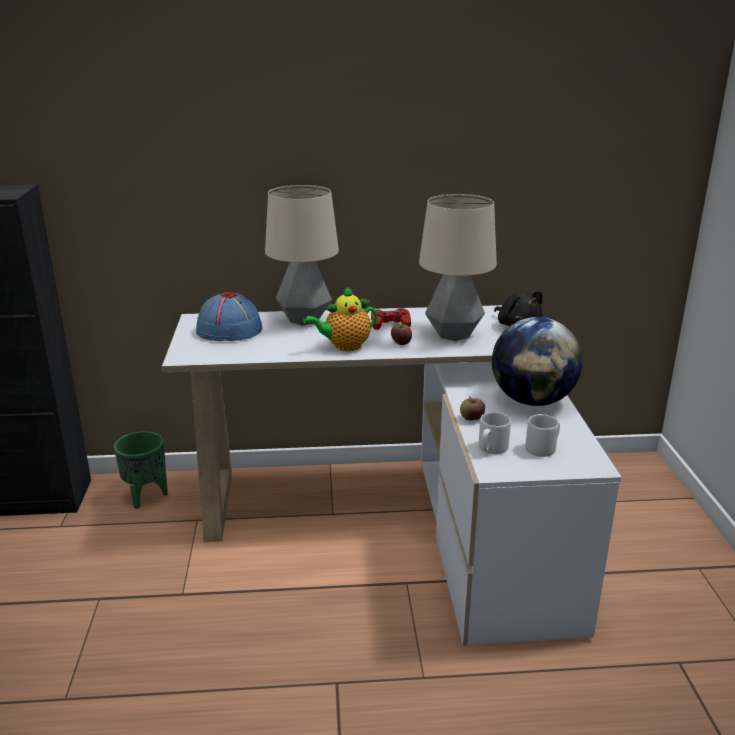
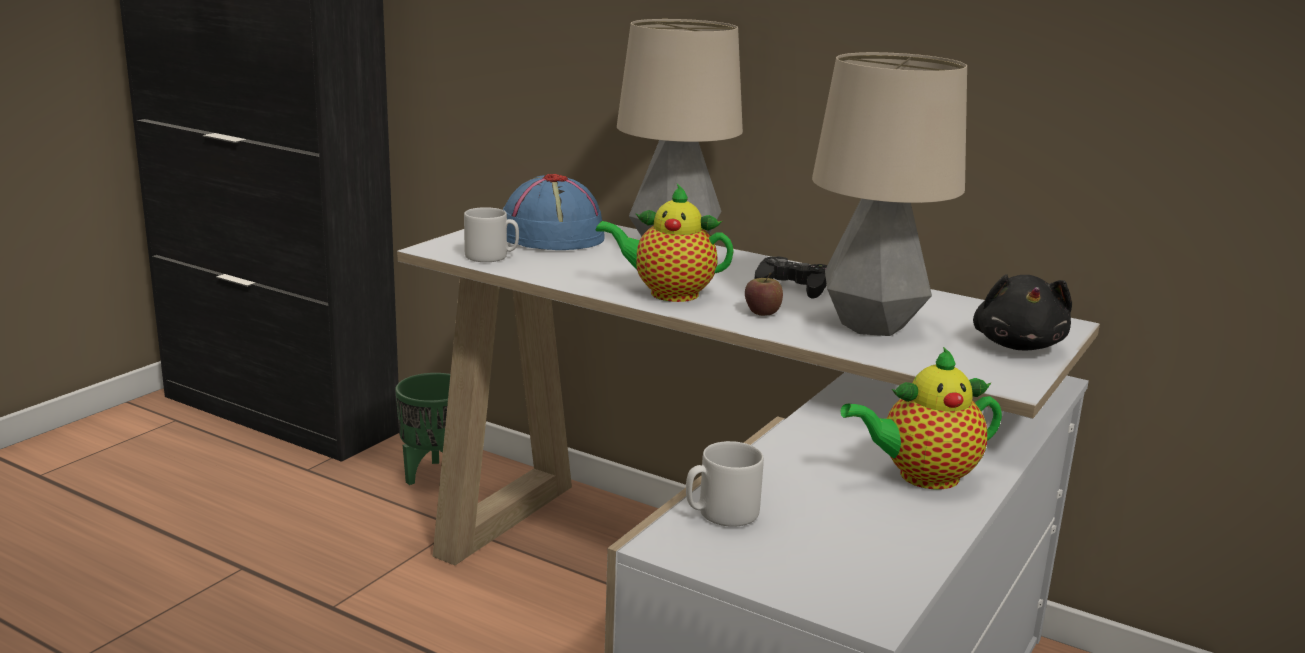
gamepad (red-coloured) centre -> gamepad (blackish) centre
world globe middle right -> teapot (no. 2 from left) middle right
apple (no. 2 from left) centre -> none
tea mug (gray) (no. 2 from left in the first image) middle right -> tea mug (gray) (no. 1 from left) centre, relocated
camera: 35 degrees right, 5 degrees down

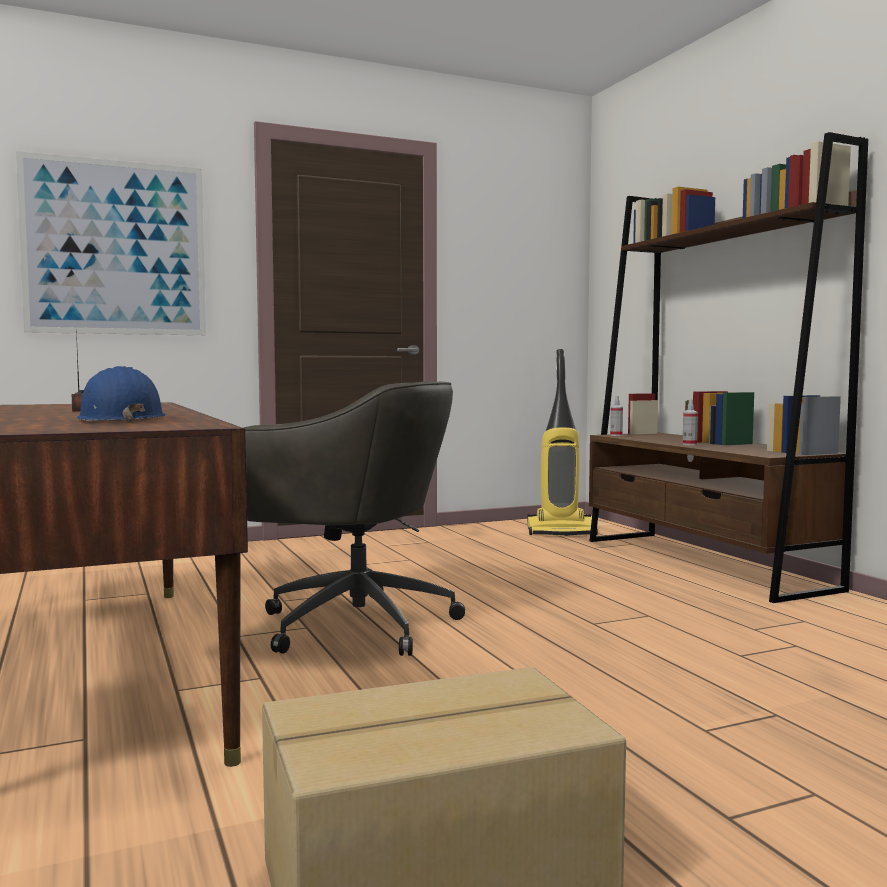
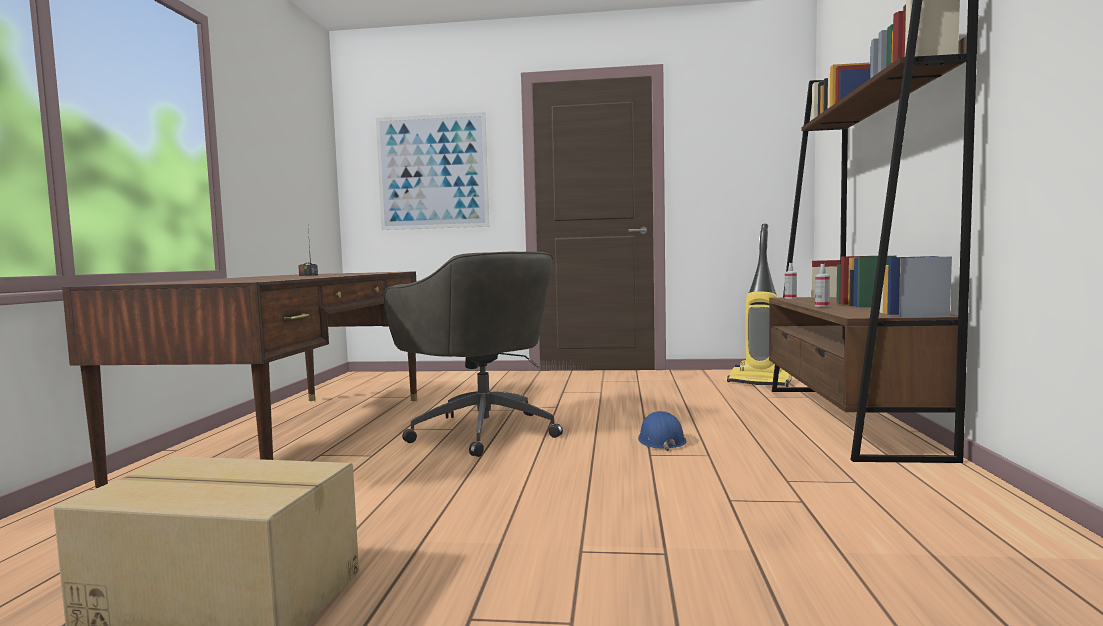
hard hat (blue) middle left -> hard hat (blue) bottom centre, relocated
camera: 30 degrees right, 0 degrees up

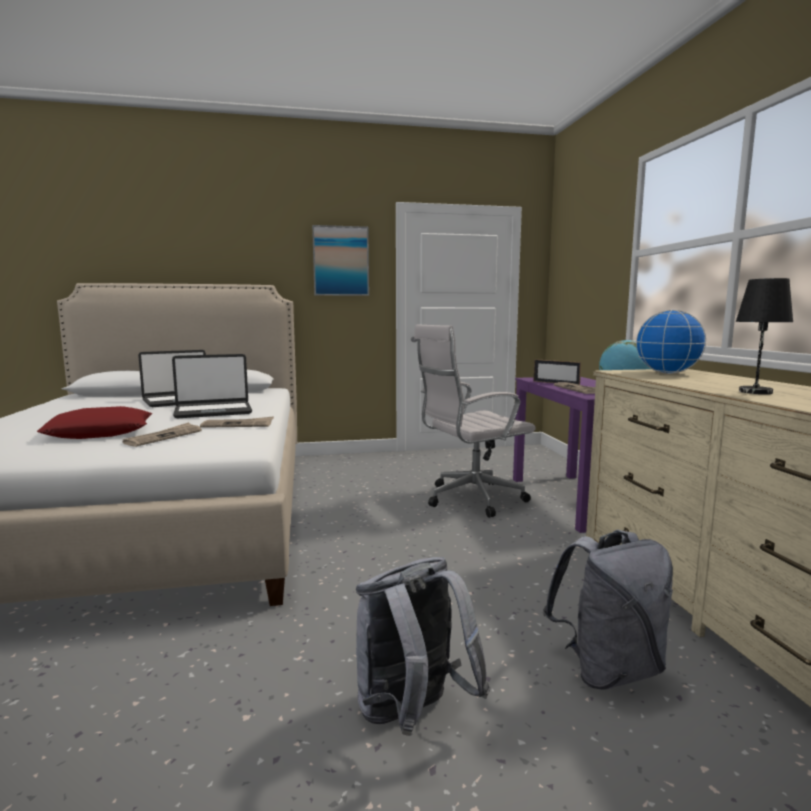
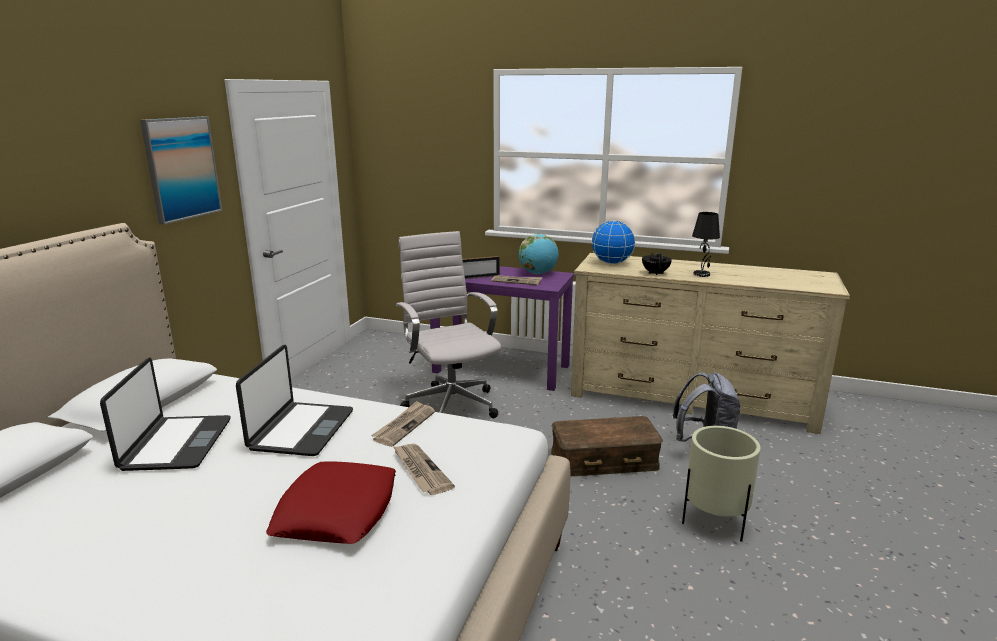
computer chair (white) centre, 150 degrees clockwise
rucksack (gray) (no. 1 from left) bottom centre -> plant pot (sand-coloured) bottom right
none -> teapot (blackish) centre
none -> storage container (brown-coloured) bottom centre
camera: 60 degrees left, 10 degrees up

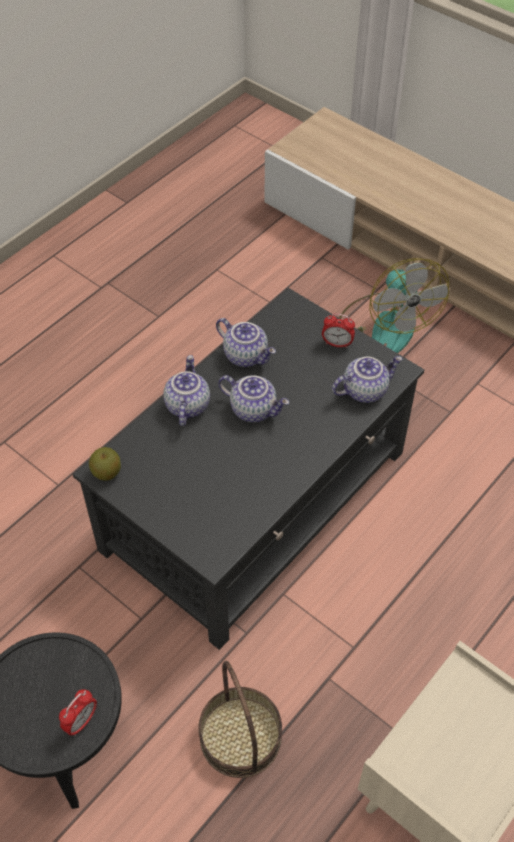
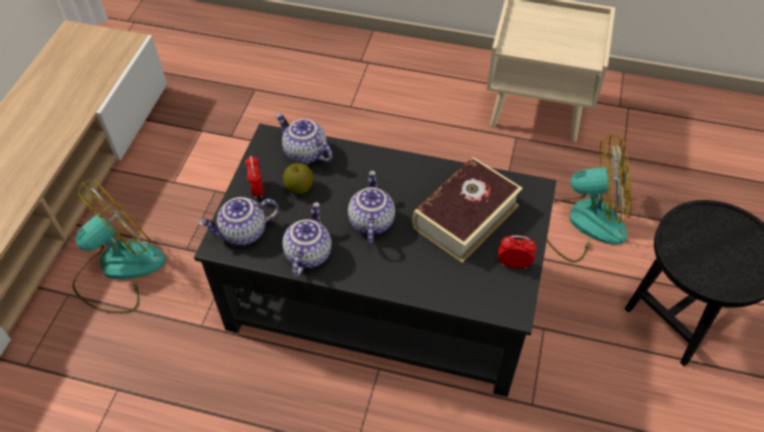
teapot (no. 1 from left) centre -> teapot (no. 1 from left) middle left, relocated
apple middle left -> apple centre, relocated
basket bottom centre -> fan (no. 2 from left) middle right
alarm clock (no. 1 from left in the first image) bottom left -> alarm clock (no. 2 from left) middle right, relocated
none -> bound book centre
camera: 115 degrees left, 0 degrees up

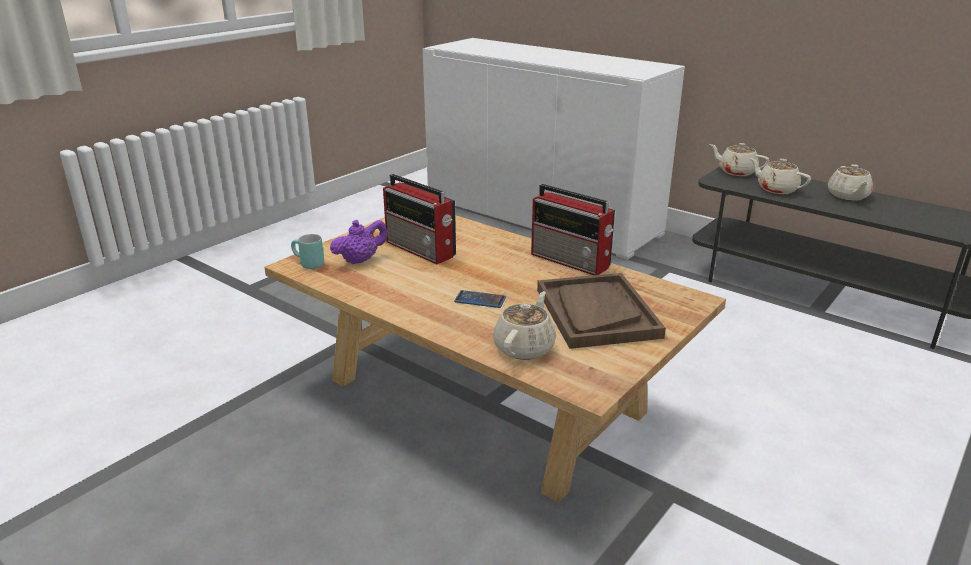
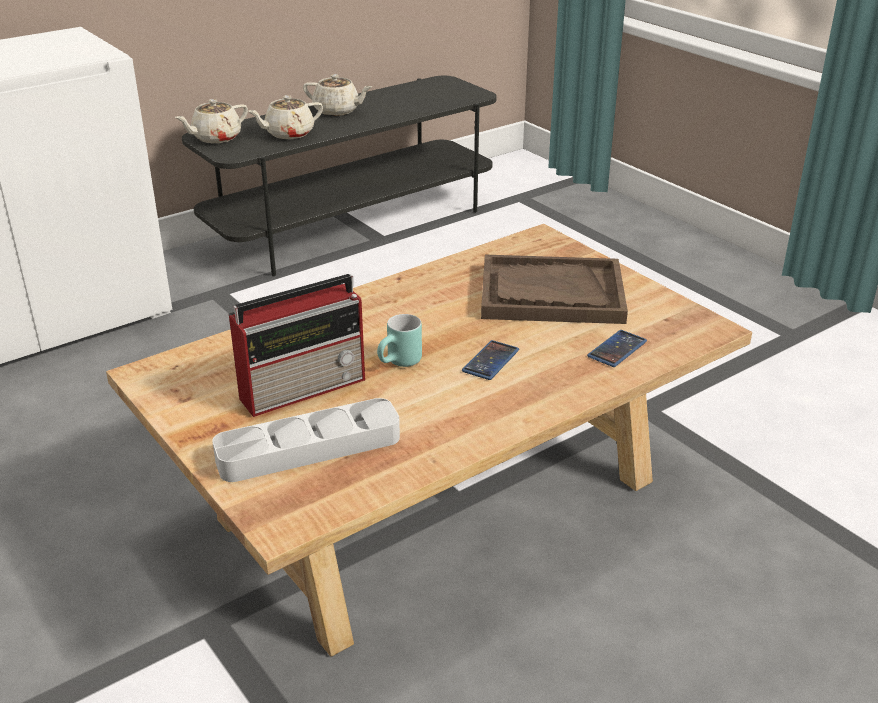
radio (no. 2 from left) centre -> none
teapot (purplish) centre -> tray (gray) centre
tea mug (turquoise) middle left -> tea mug (turquoise) centre, relocated
teapot (sand-coloured) (no. 1 from left) centre -> handset (no. 2 from left) middle right
camera: 75 degrees left, 5 degrees up

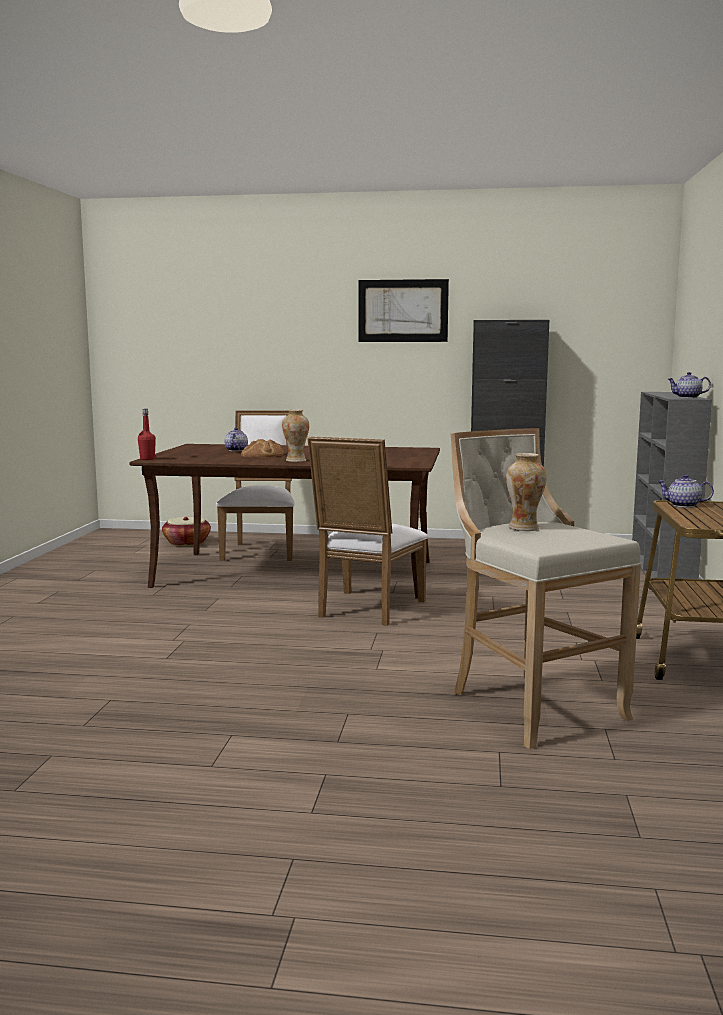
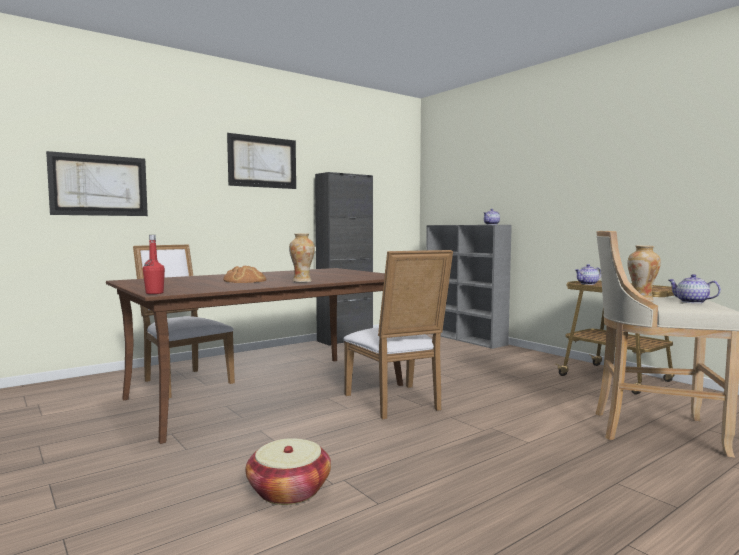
teapot (no. 1 from left in the first image) middle left -> teapot (no. 3 from left) middle right, relocated
basket middle left -> basket bottom centre, relocated
none -> wall art (no. 1 from left) top left
camera: 45 degrees left, 5 degrees down

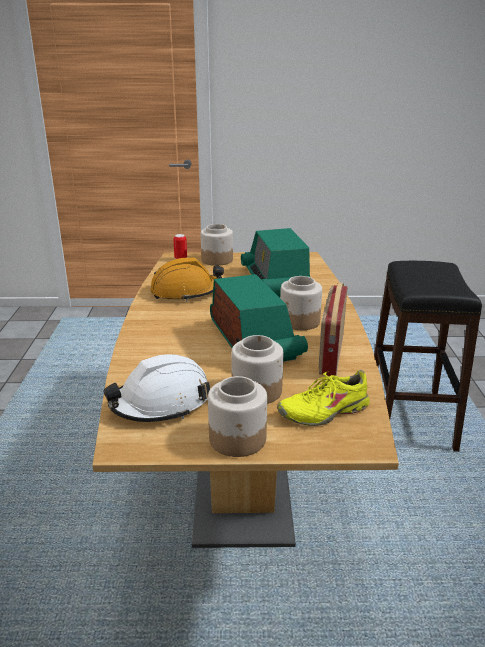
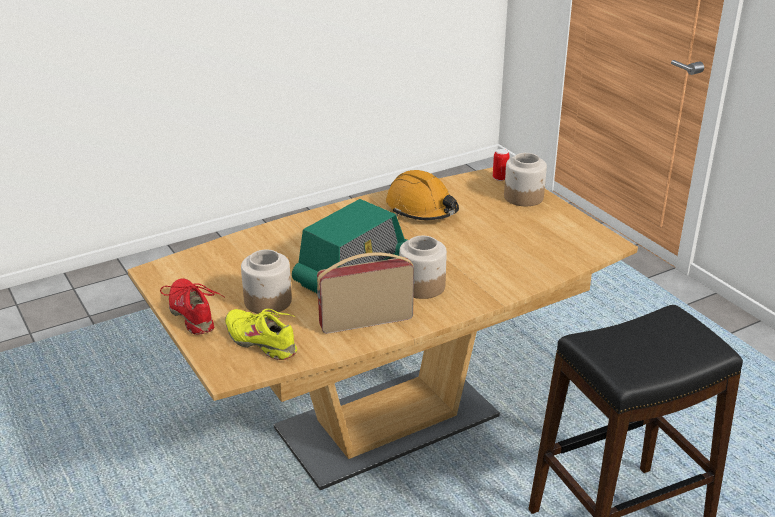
radio (no. 2 from left) centre -> none
hard hat (white) middle left -> none
jar (no. 2 from left) centre -> item of footwear (red-coloured) middle left
camera: 60 degrees right, 5 degrees up

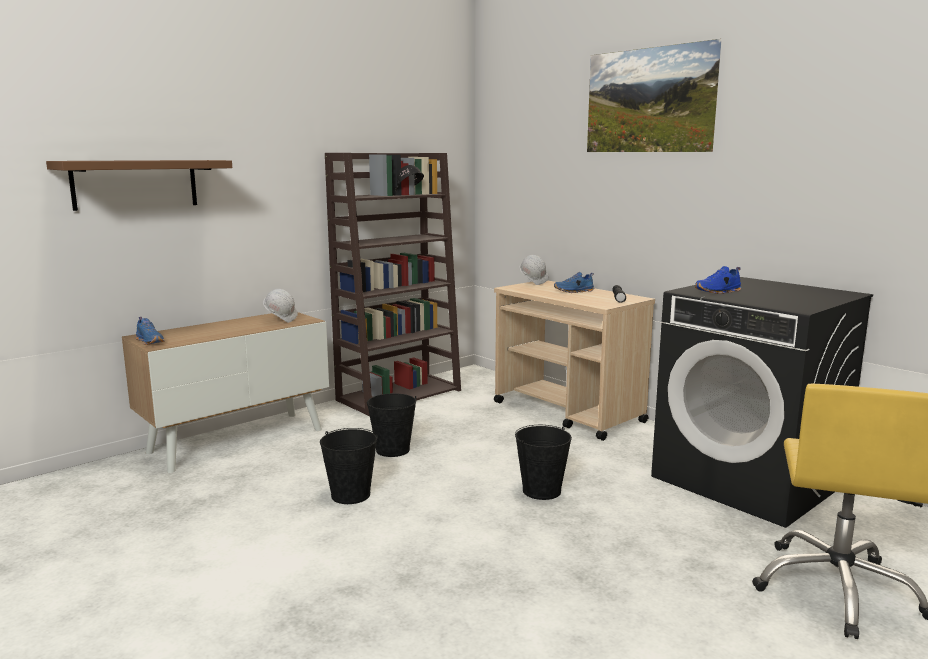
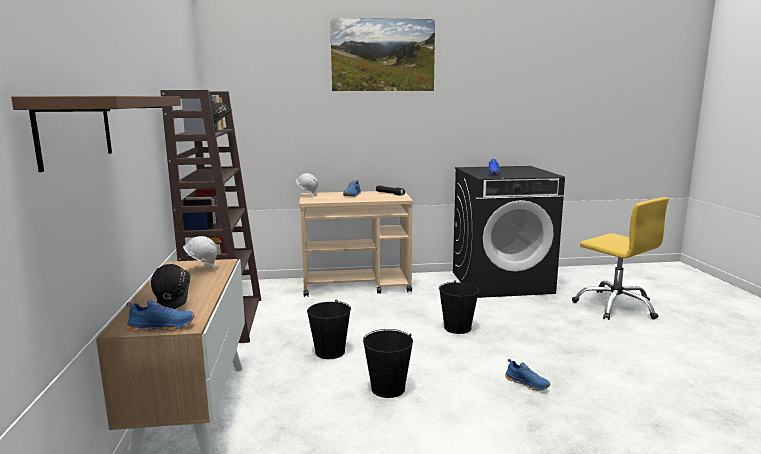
none -> hard hat (blackish) (no. 1 from left) middle left
none -> item of footwear (blue) (no. 4 from left) bottom right
camera: 55 degrees left, 0 degrees up

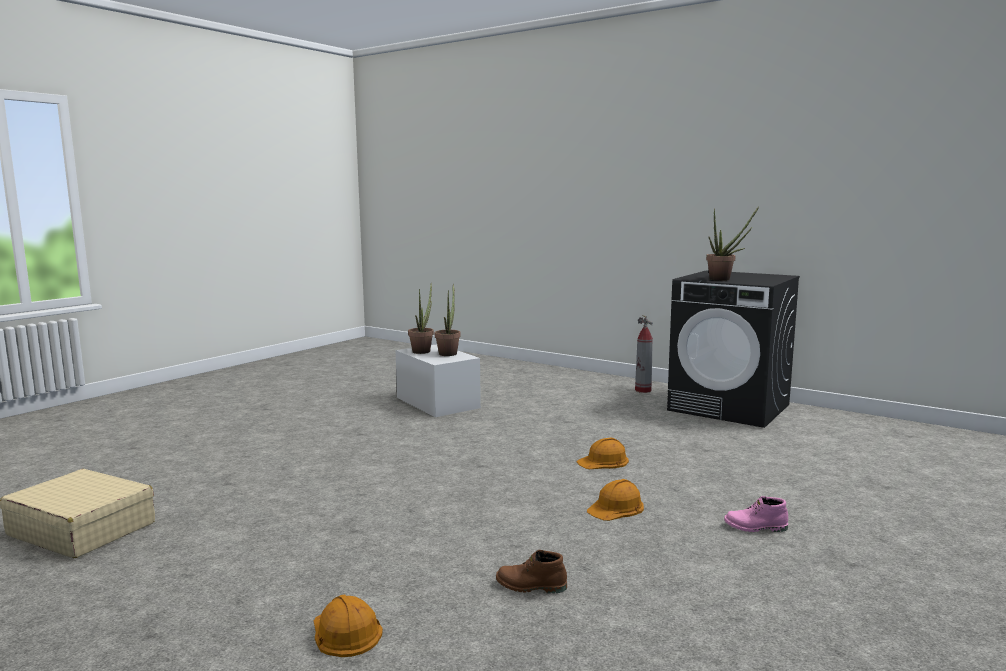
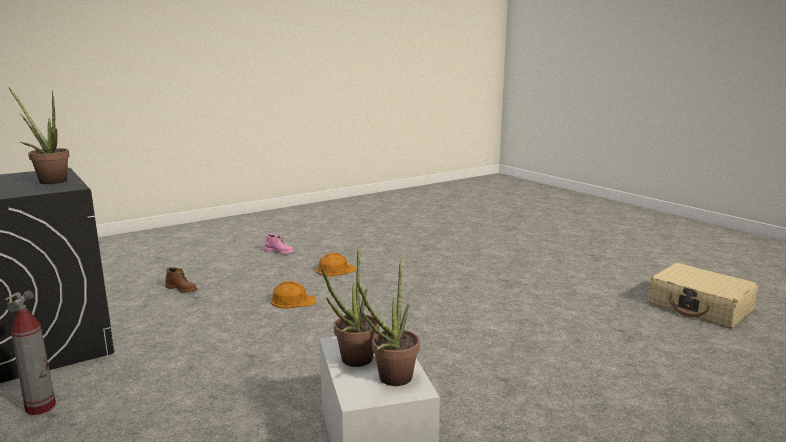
tall boot (brown-coloured) bottom centre -> tall boot (brown-coloured) middle left, relocated
hard hat (orangey) (no. 1 from left) bottom centre -> none
camera: 160 degrees left, 5 degrees up

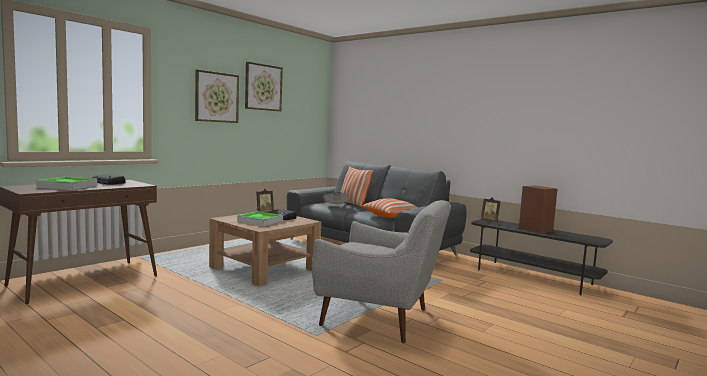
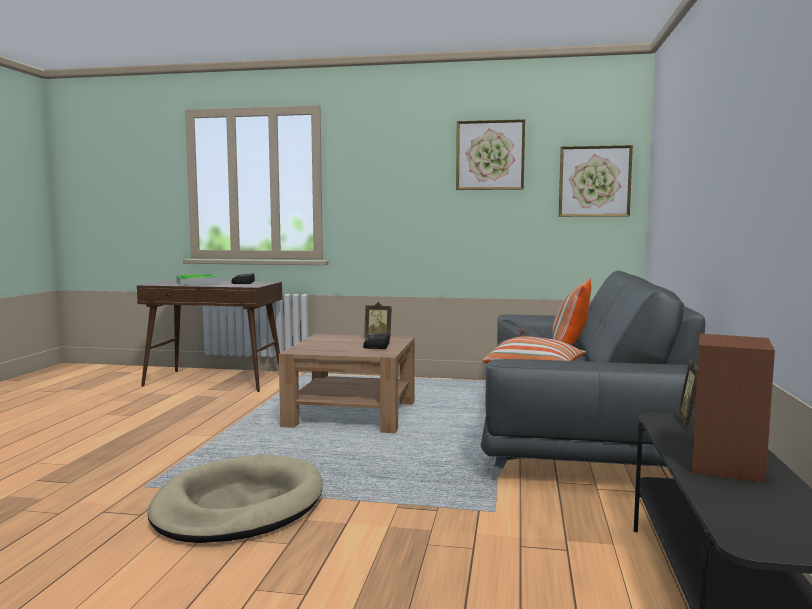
wall art (no. 1 from left in the first image) top left -> wall art (no. 2 from left) top right, relocated
lounge chair (gray) bottom centre -> dog cushion (sand-coloured) bottom left
tray (no. 2 from left) centre -> none
camera: 60 degrees right, 0 degrees up

